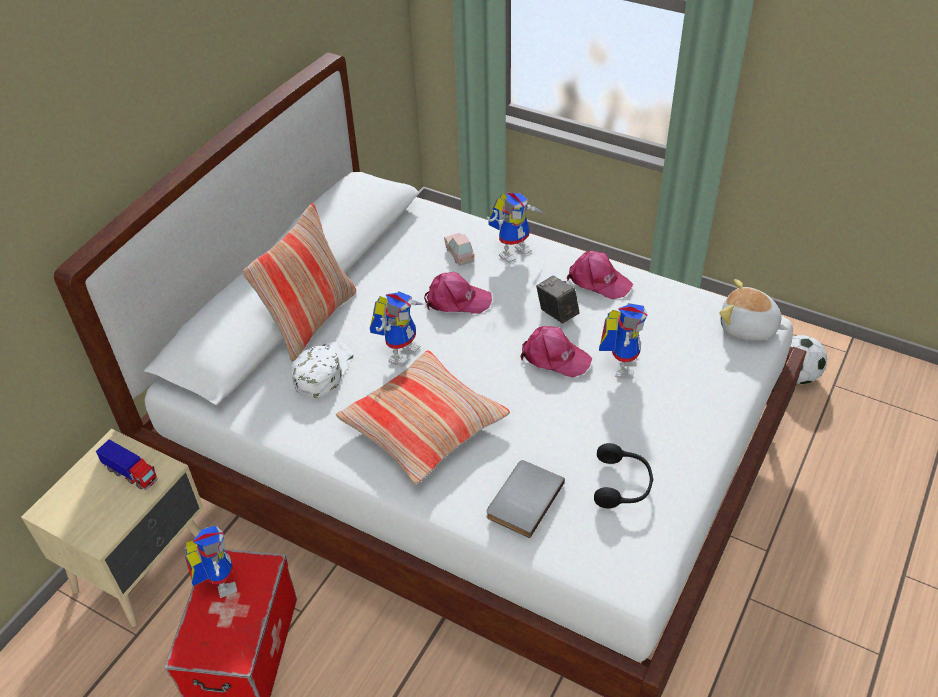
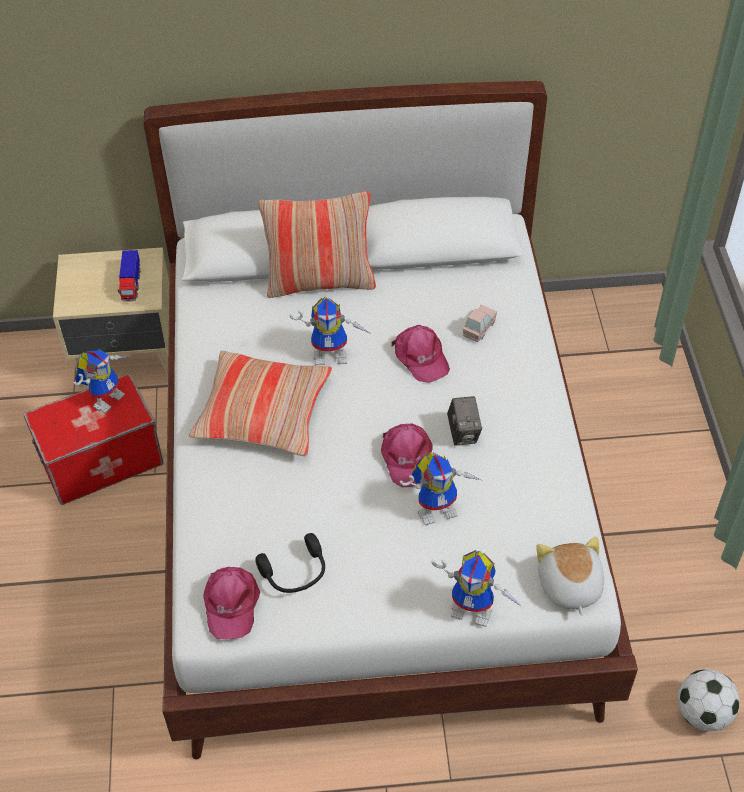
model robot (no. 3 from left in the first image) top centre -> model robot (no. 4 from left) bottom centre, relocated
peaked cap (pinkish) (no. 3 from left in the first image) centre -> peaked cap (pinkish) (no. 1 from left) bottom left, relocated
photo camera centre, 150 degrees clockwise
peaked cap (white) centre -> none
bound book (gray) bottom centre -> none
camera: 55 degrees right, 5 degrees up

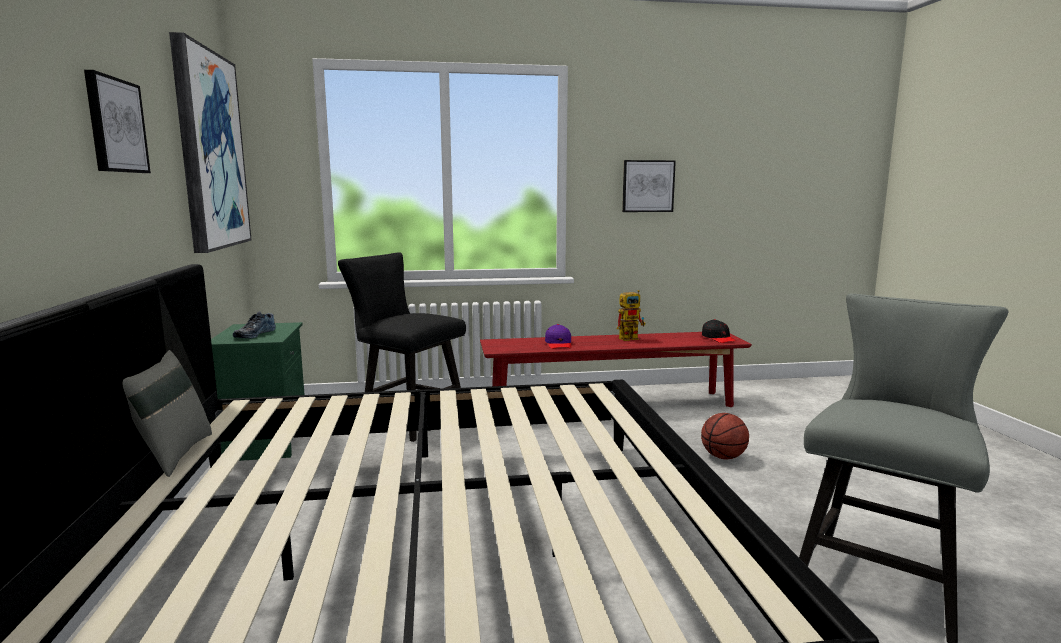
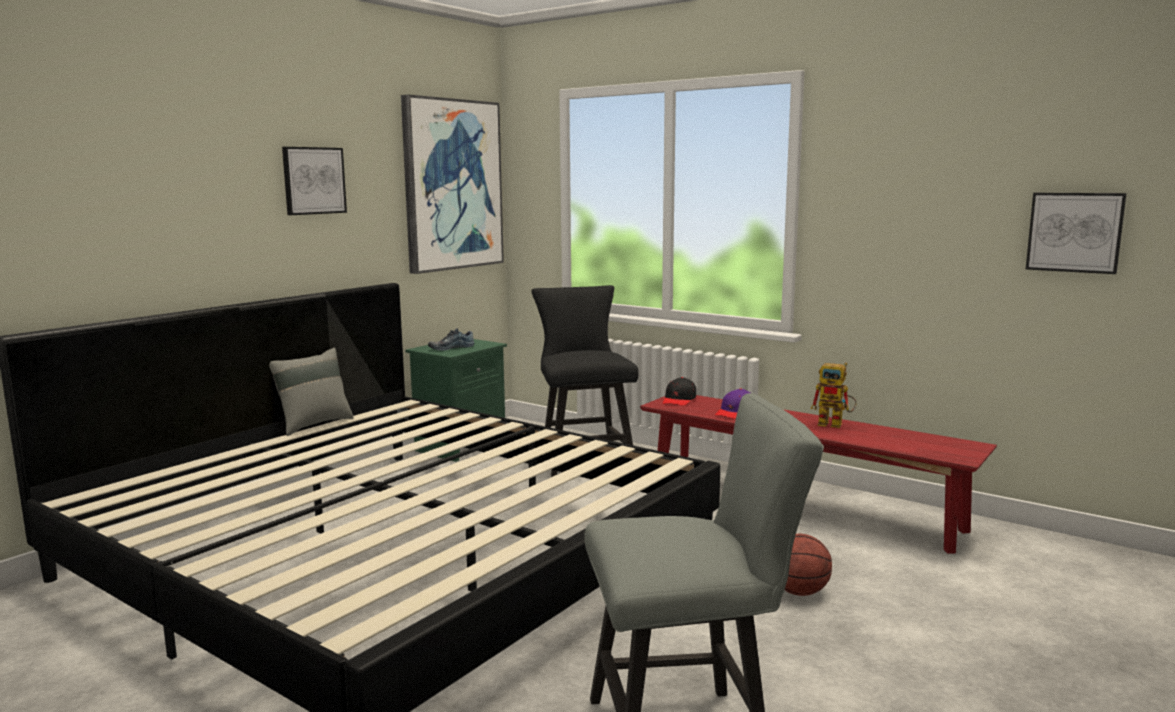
wall art (no. 3 from left) top centre -> wall art (no. 3 from left) top right, relocated
peaked cap (blackish) middle right -> peaked cap (blackish) centre, relocated
camera: 45 degrees right, 0 degrees up

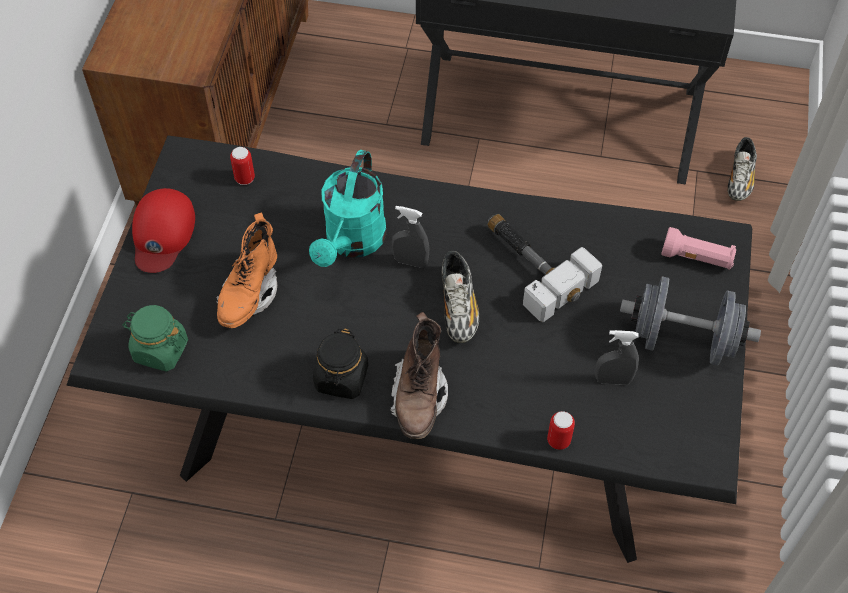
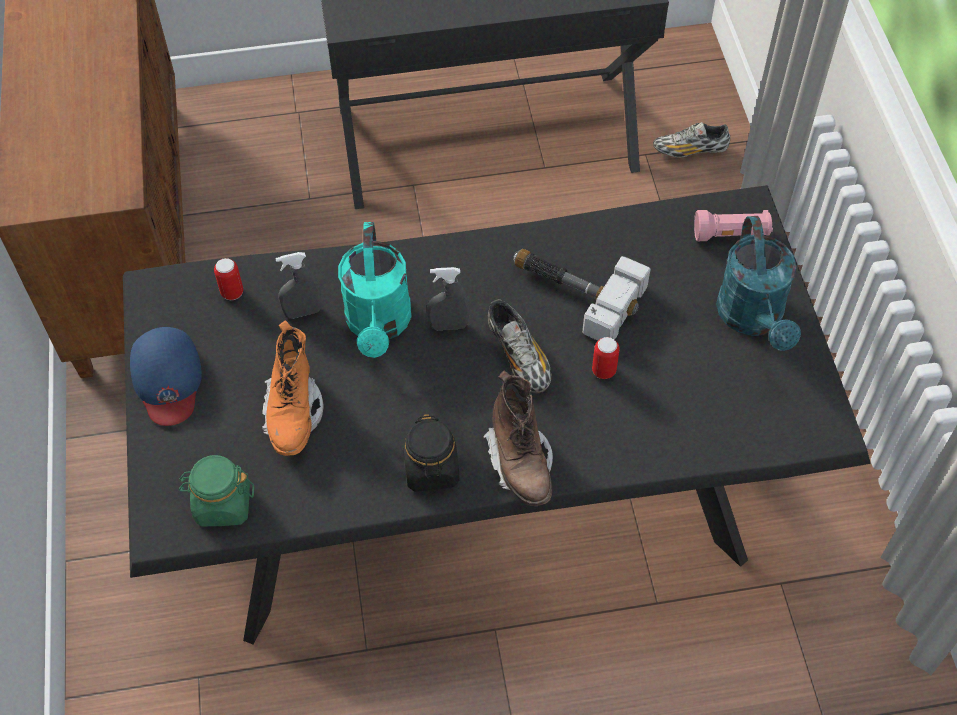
item of footwear (no. 2 from left) top right, 90 degrees clockwise
peaked cap (red-coloured) middle left -> peaked cap (blue) middle left
dumbbell (gray) middle right -> sprinkling can (turquoise) (no. 2 from left) middle right
spray bottle (gray) (no. 2 from left in the first image) middle right -> spray bottle (gray) (no. 1 from left) middle left, relocated
metal can (no. 2 from left) bottom centre -> metal can (no. 2 from left) centre, relocated
camera: 20 degrees left, 0 degrees up

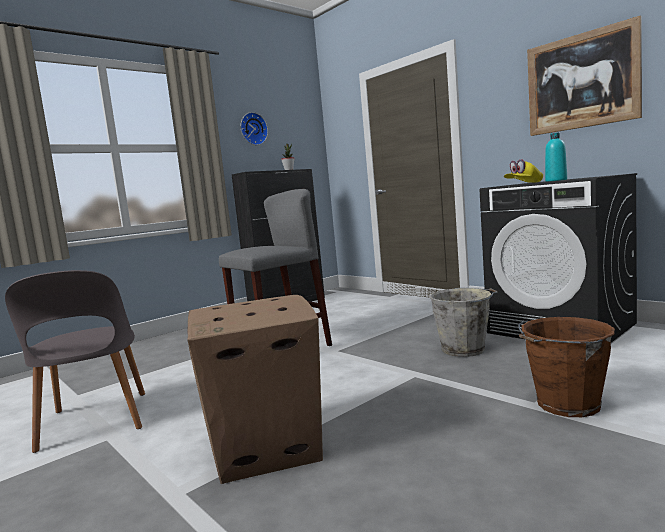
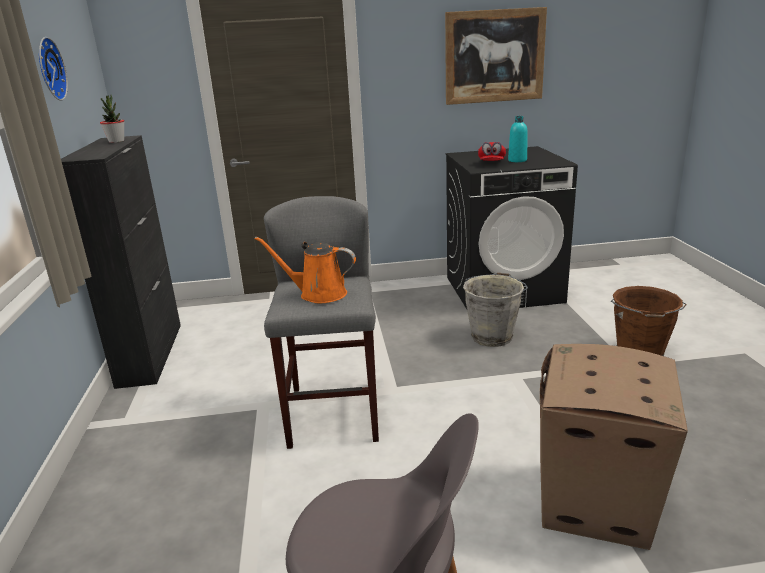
peaked cap (yellowish) top right -> peaked cap (red-coloured) top centre
none -> sprinkling can (orangey) centre
camera: 55 degrees left, 15 degrees up

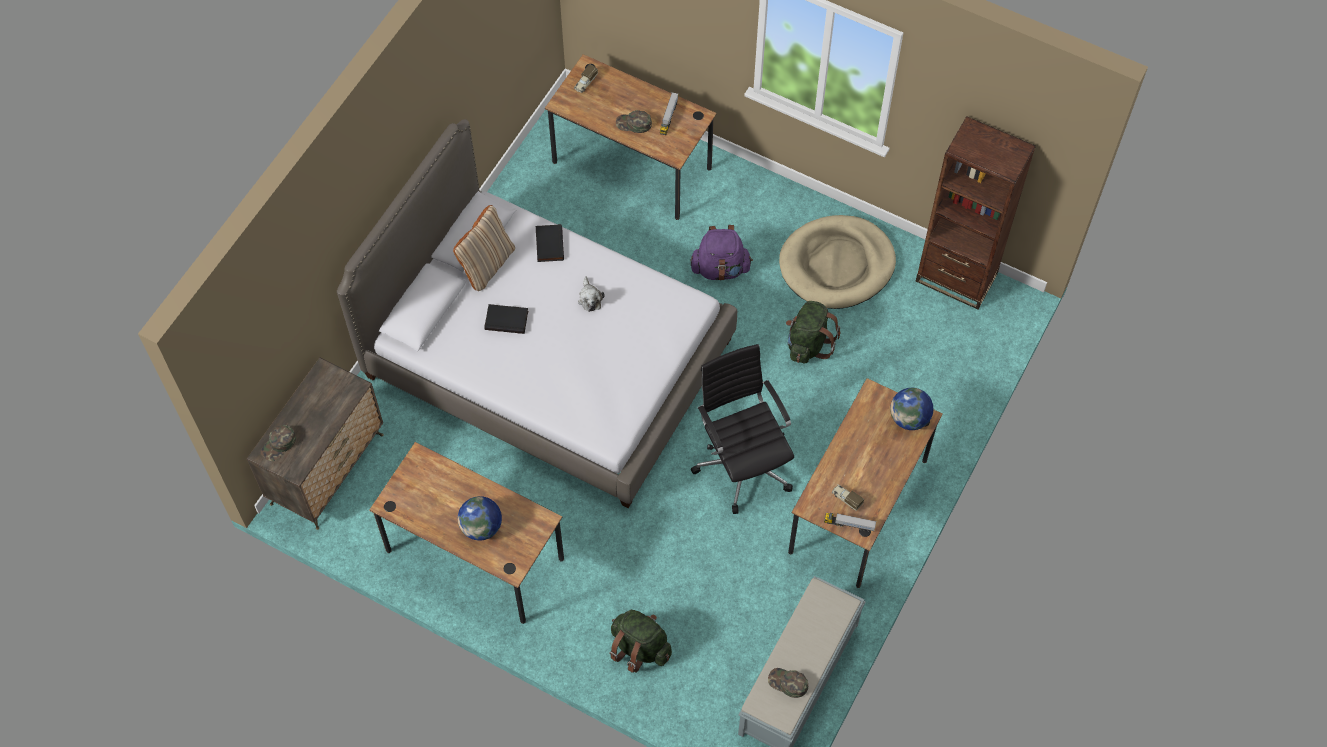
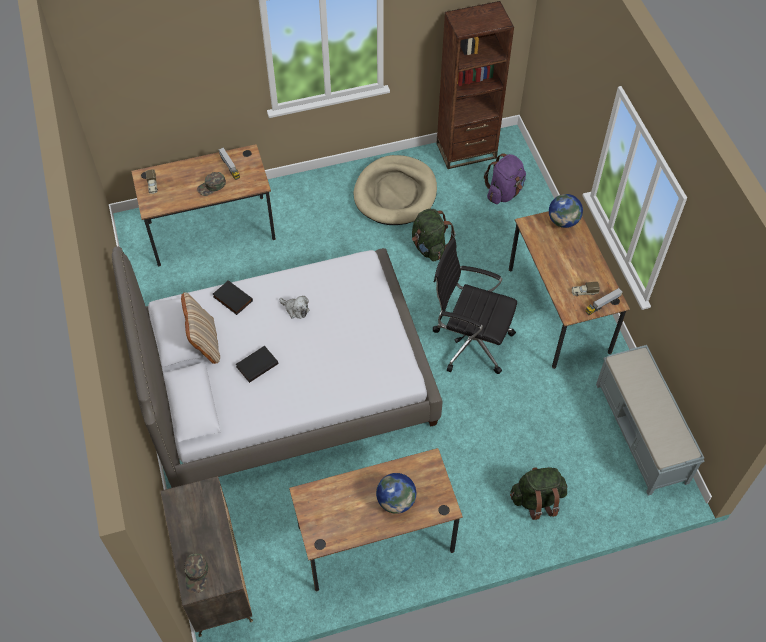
rucksack (purplish) centre -> rucksack (purplish) top centre, relocated
peaked cap (green-coloured) (no. 3 from left) bottom centre -> none
camera: 45 degrees left, 5 degrees down

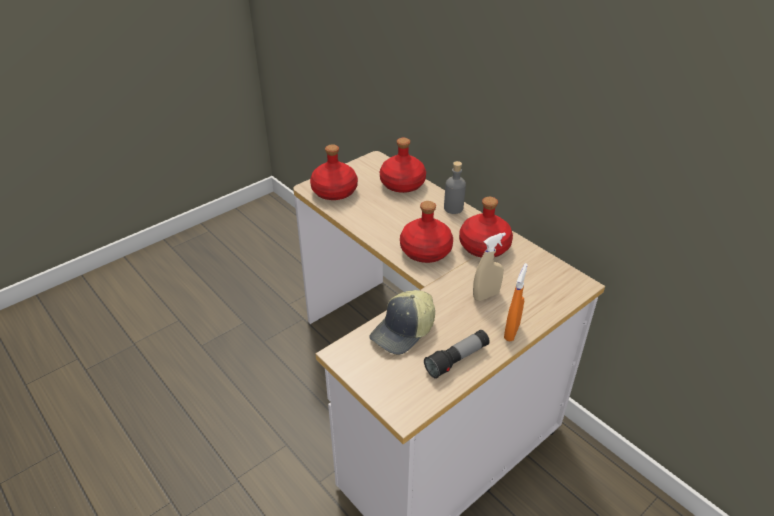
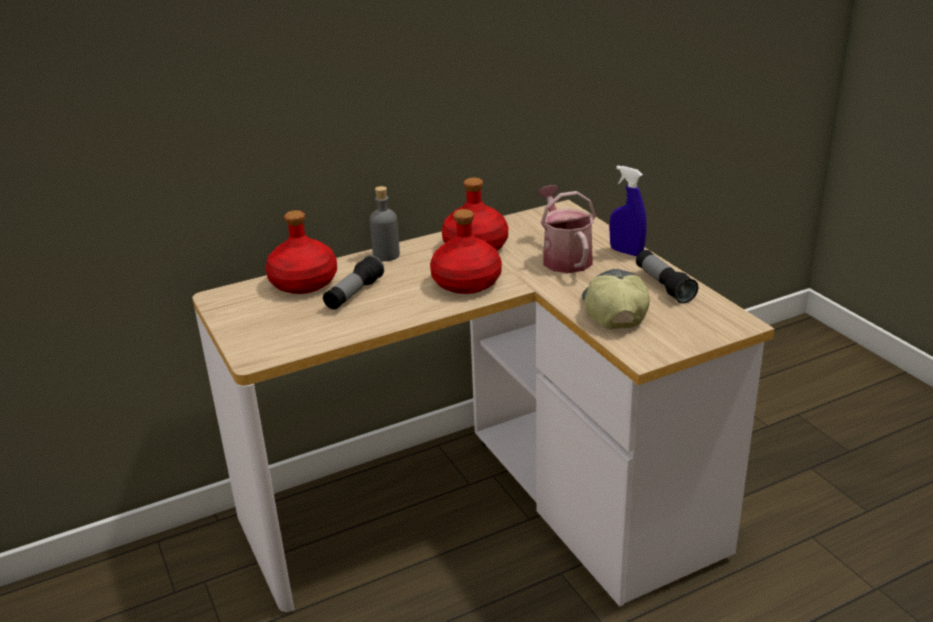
beverage bottle (red-coloured) (no. 1 from left) centre -> none
spray bottle (sand-coloured) centre -> sprinkling can centre
spray bottle (orangey) middle right -> spray bottle (blue) middle right
peaked cap centre, 150 degrees counterclockwise
none -> torch (no. 1 from left) centre
camera: 75 degrees left, 10 degrees down

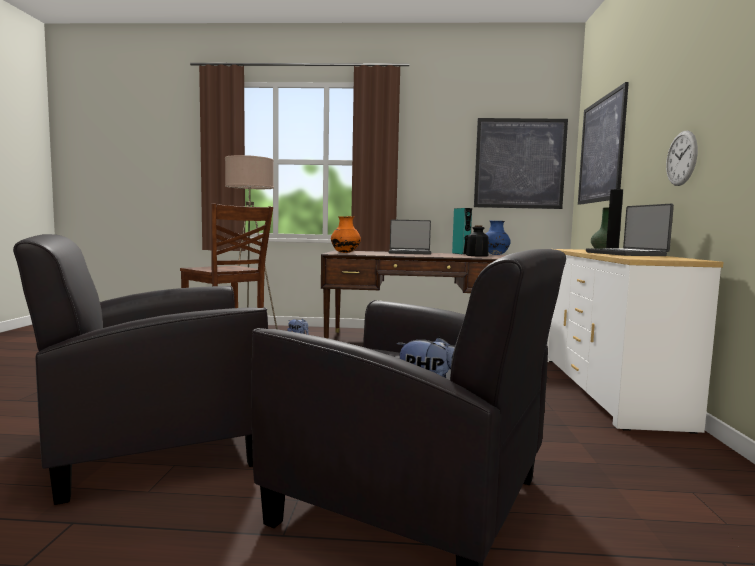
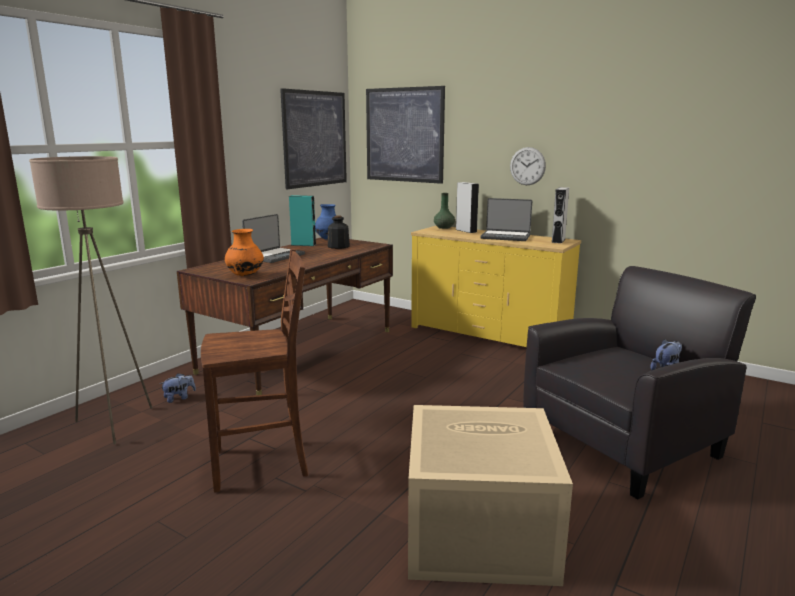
lounge chair (blackish) (no. 1 from left) middle left -> storage container (sand-coloured) bottom centre
dresser (white) middle right -> dresser (yellowish) centre
none -> audio speaker (gray) (no. 2 from left) middle right
camera: 60 degrees left, 10 degrees up

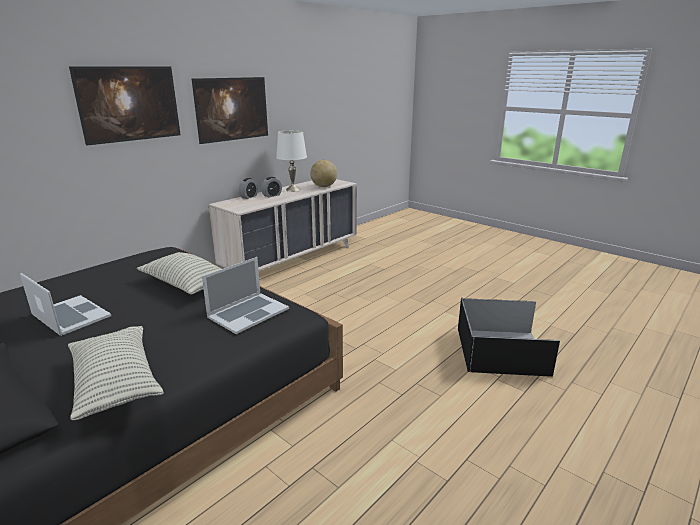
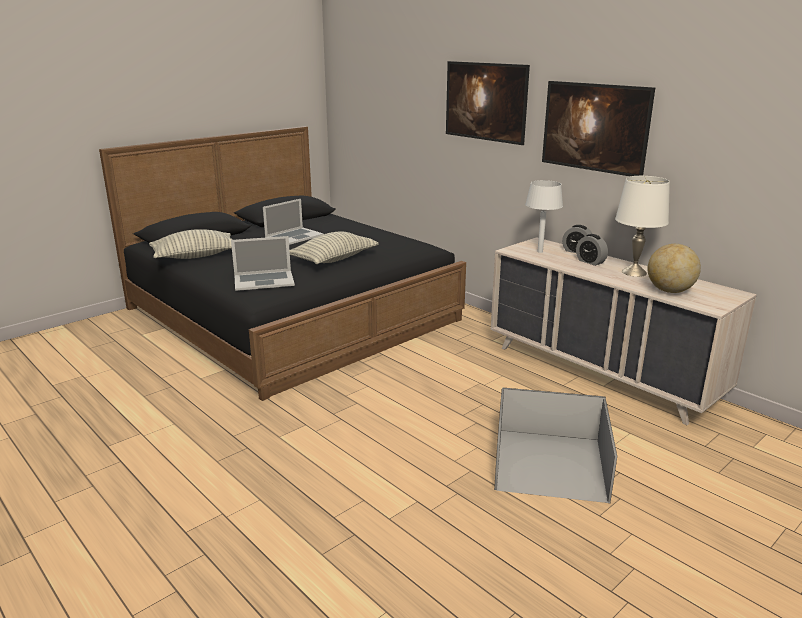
laptop (no. 2 from left in the first image) centre -> laptop (no. 1 from left) middle left, 60 degrees counterclockwise
storage container (blackish) middle right -> storage container (blackish) bottom right, relocated
none -> table lamp (white) (no. 1 from left) middle right
camera: 95 degrees right, 0 degrees up

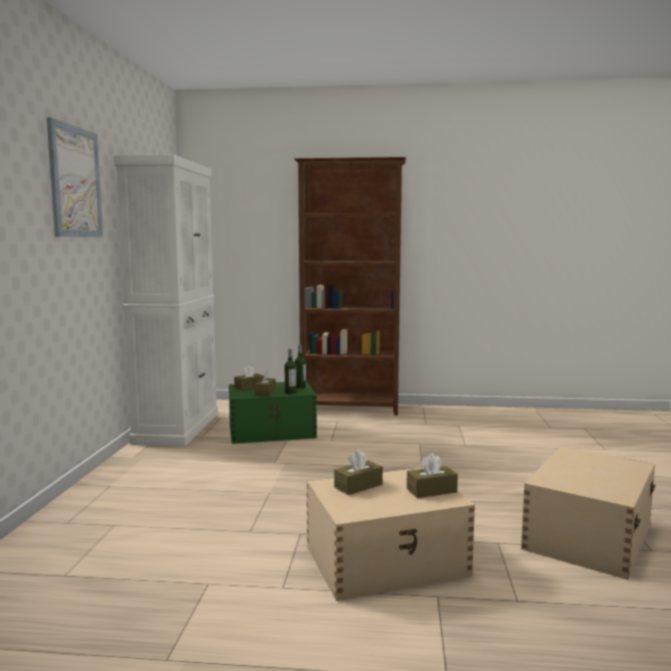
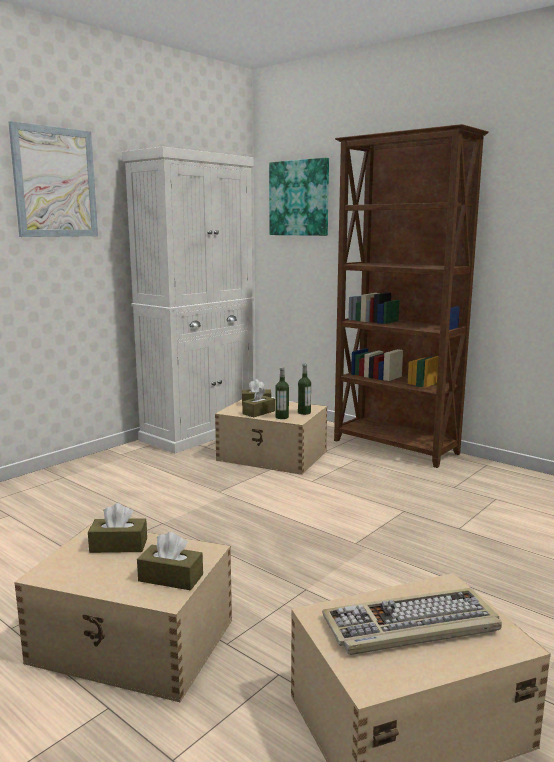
storage container (green-coloured) centre -> storage container (sand-coloured) (no. 2 from left) centre
none -> wall art (no. 2 from left) top centre
none -> keyboard bottom right
camera: 35 degrees right, 5 degrees up

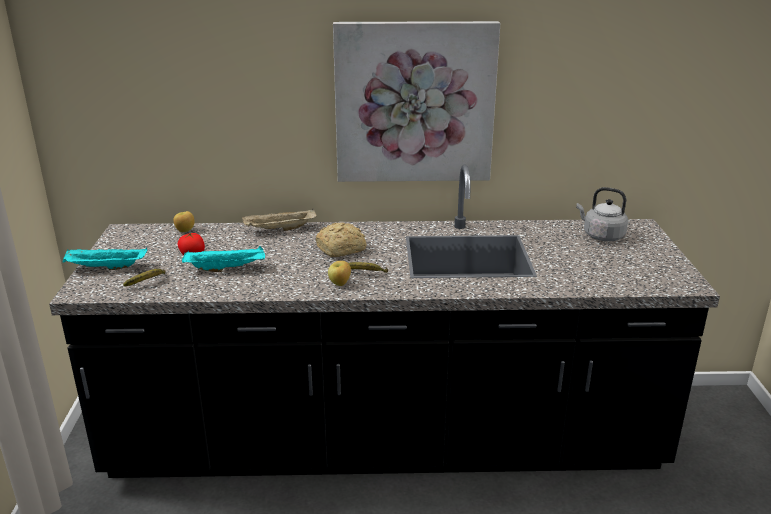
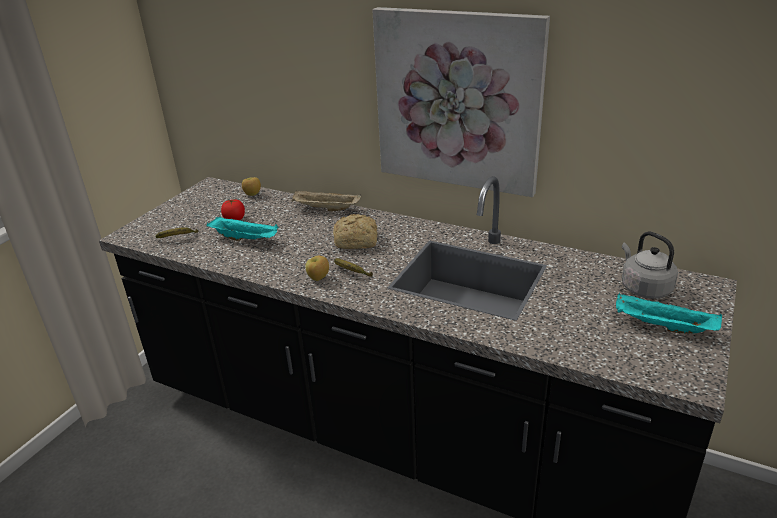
tray (turquoise) (no. 1 from left in the first image) middle left -> tray (turquoise) (no. 2 from left) middle right, relocated
camera: 30 degrees right, 5 degrees up

